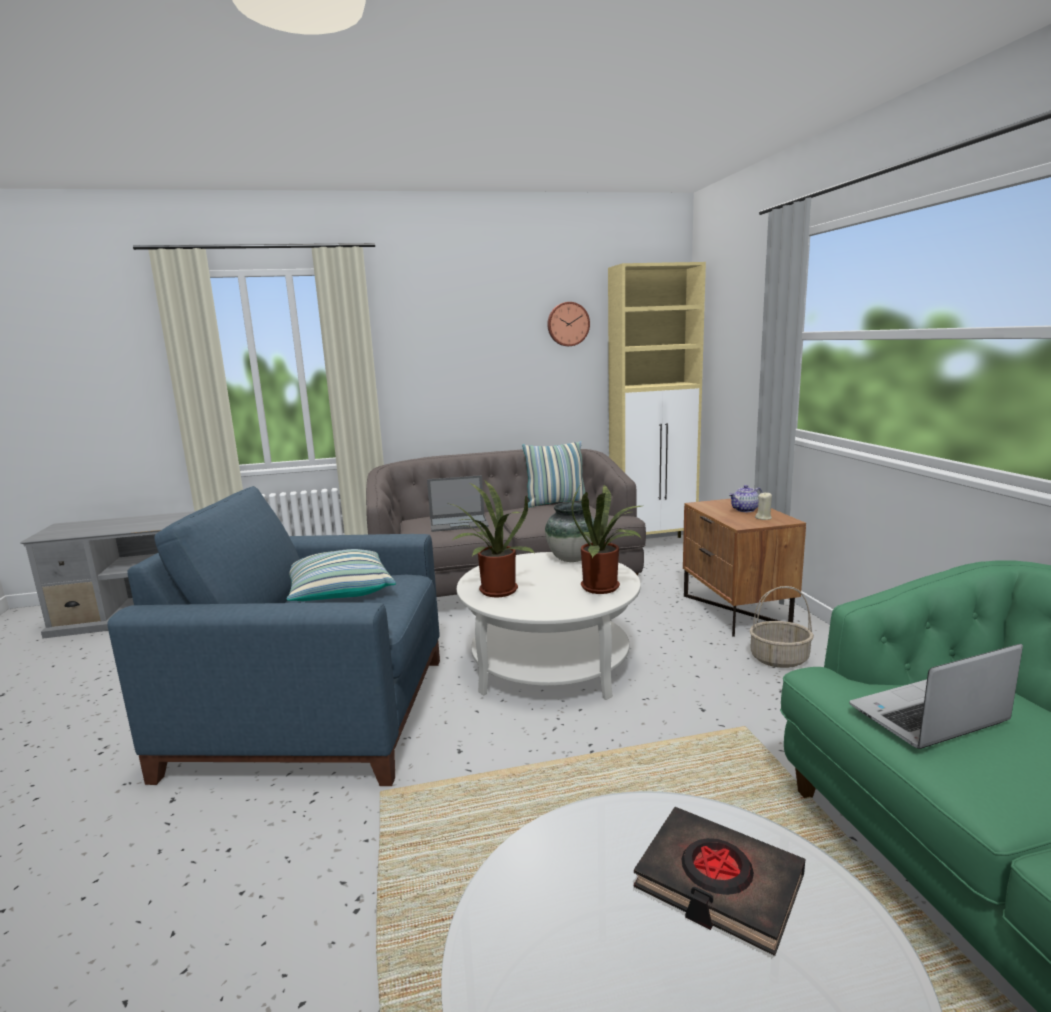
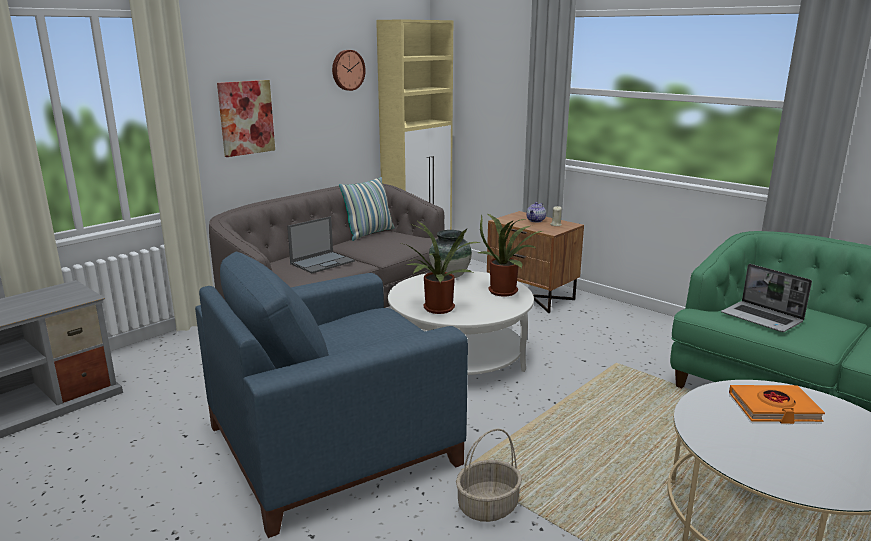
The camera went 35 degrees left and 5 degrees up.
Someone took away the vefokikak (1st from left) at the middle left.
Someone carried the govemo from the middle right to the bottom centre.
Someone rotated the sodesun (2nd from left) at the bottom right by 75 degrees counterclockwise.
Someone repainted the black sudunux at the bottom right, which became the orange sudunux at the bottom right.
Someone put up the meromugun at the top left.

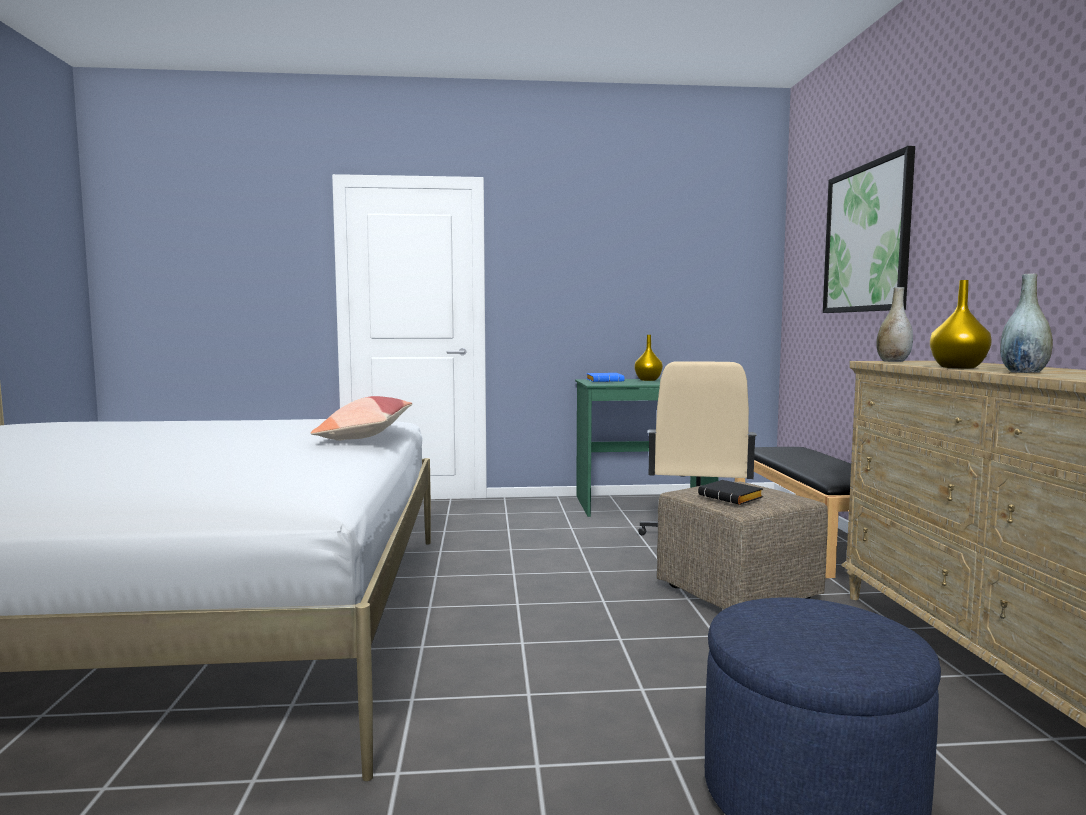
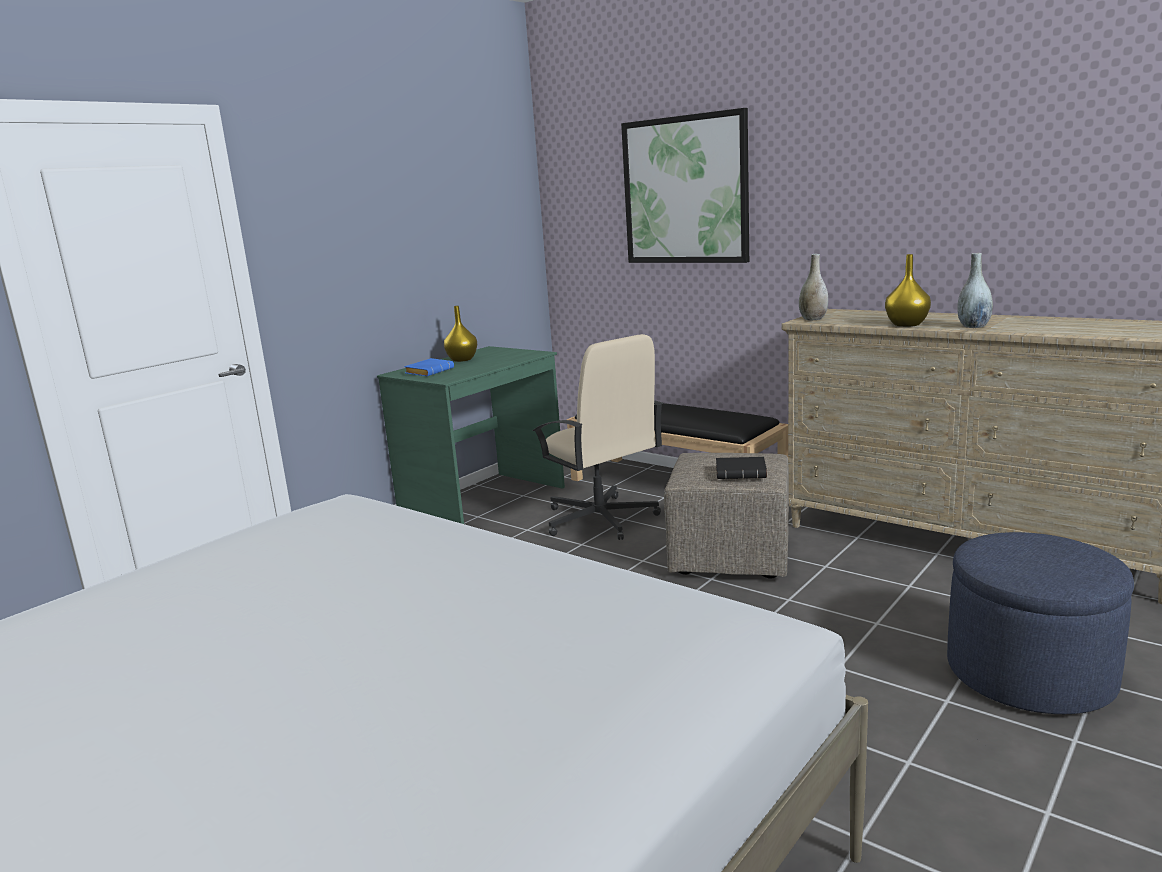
The camera went 45 degrees left and 10 degrees up.
Someone took away the vefokikak at the middle left.

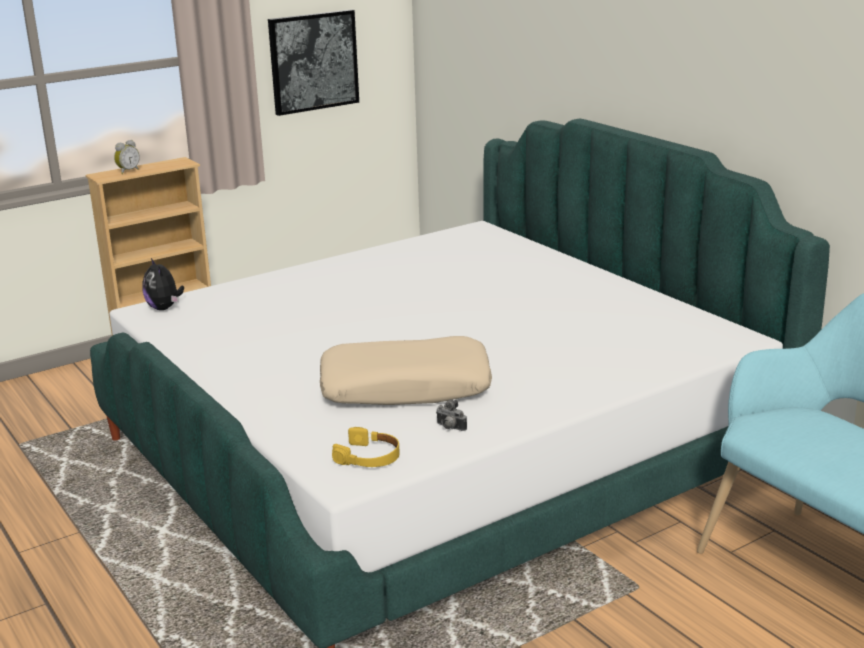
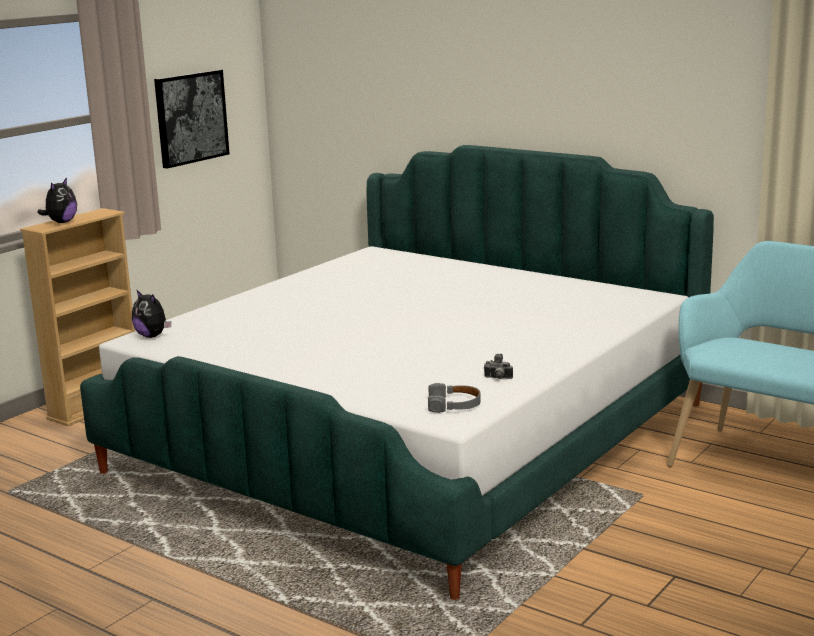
The camera went 20 degrees left and 5 degrees down.
Someone swapped the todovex at the top left for the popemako (1st from left) at the top left.
Someone took away the beige vefokikak at the centre.
Someone repainted the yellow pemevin at the bottom centre, which became the grey pemevin at the centre.

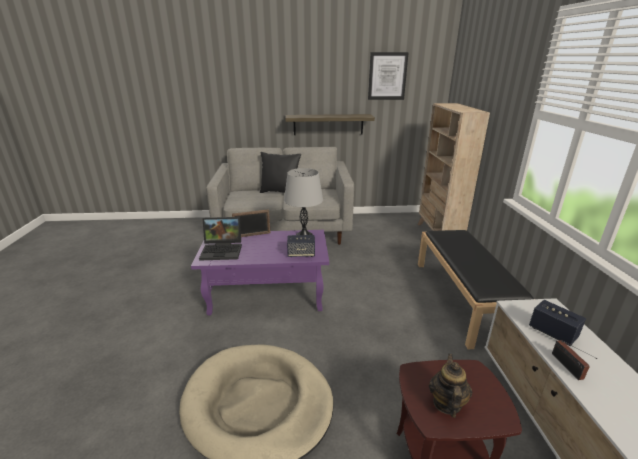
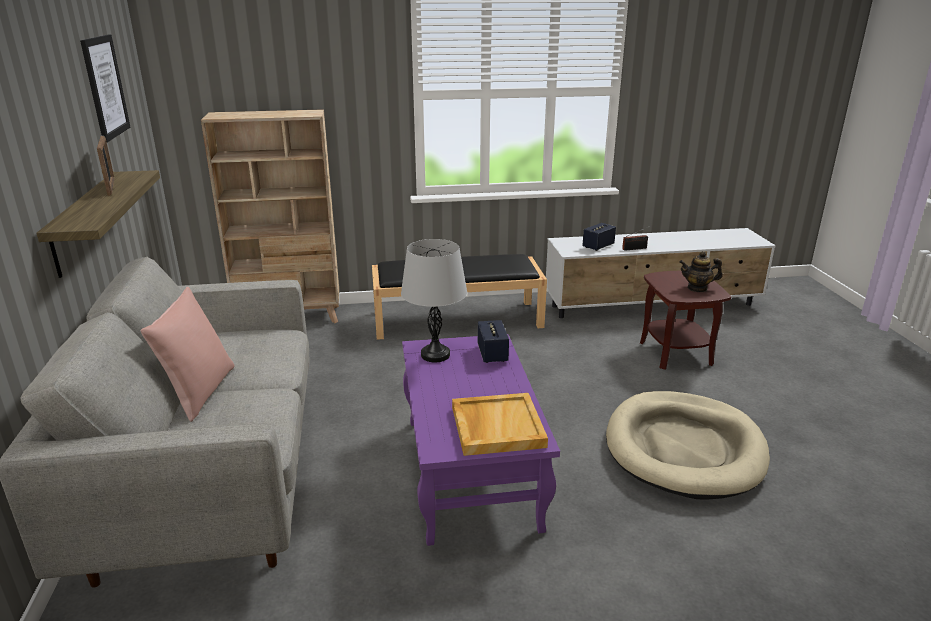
The camera went 95 degrees left and 0 degrees up.
Someone repainted the black vefokikak at the centre, which became the pink vefokikak at the middle left.
Someone carried the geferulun from the centre to the top left.
Someone swapped the sodesun at the centre for the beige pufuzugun at the bottom centre.

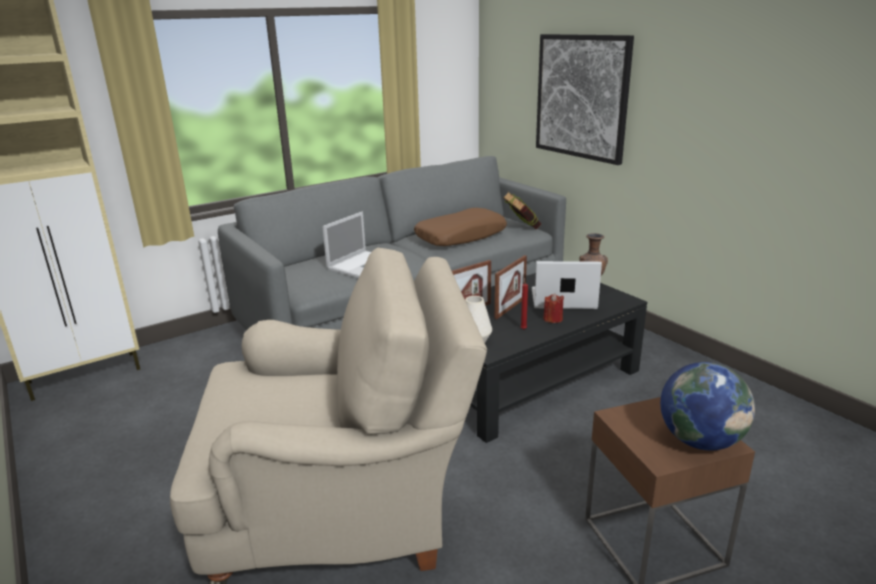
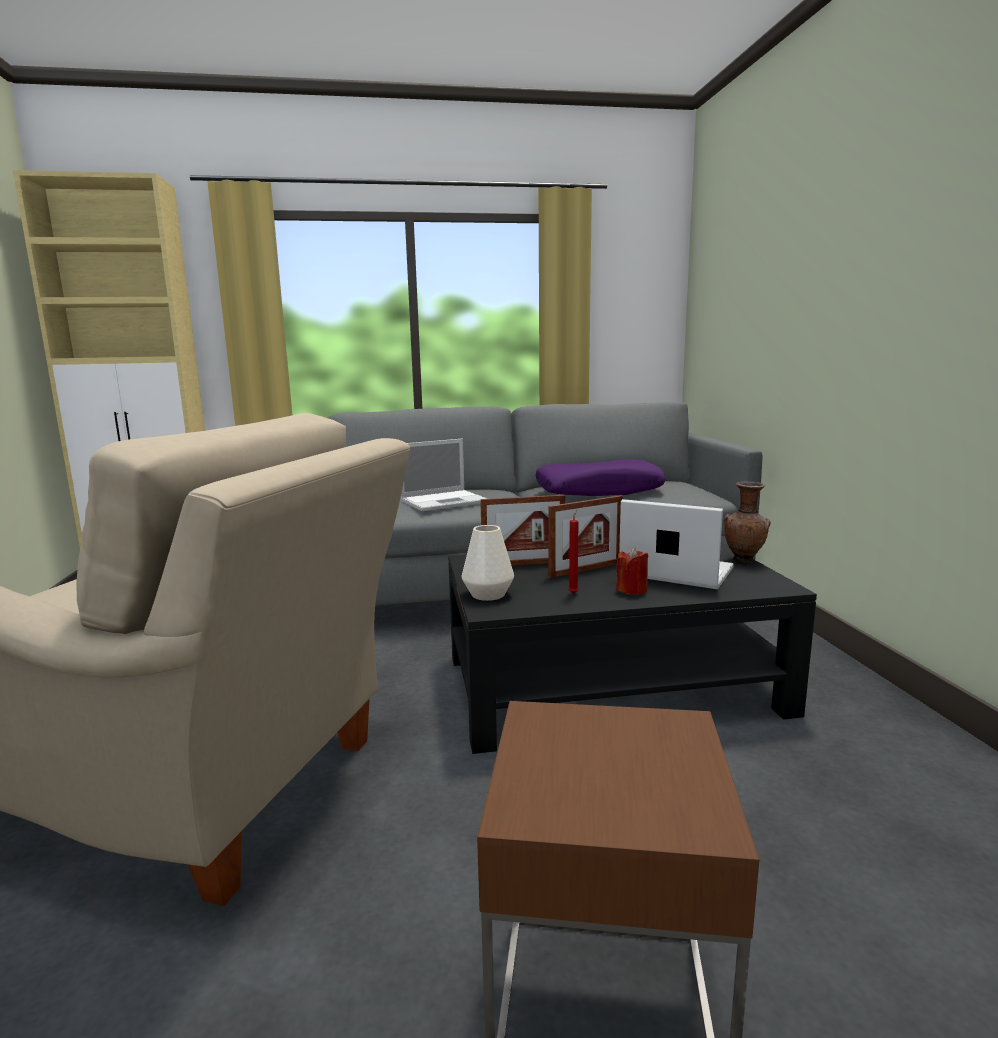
The camera went 25 degrees right and 10 degrees down.
Someone took away the meromugun at the top right.
Someone took away the sudunux at the centre.
Someone repainted the brown vefokikak at the centre, which became the purple vefokikak at the centre.
Someone took away the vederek at the bottom right.

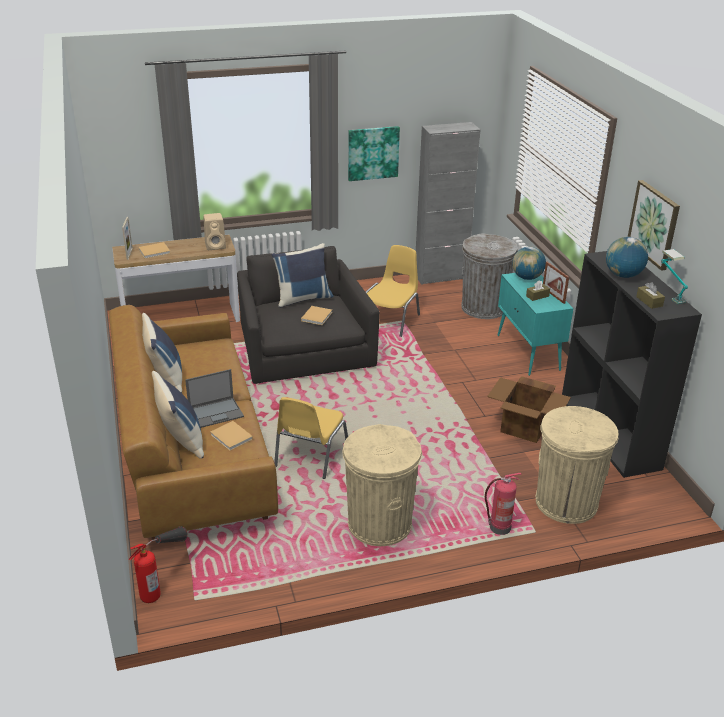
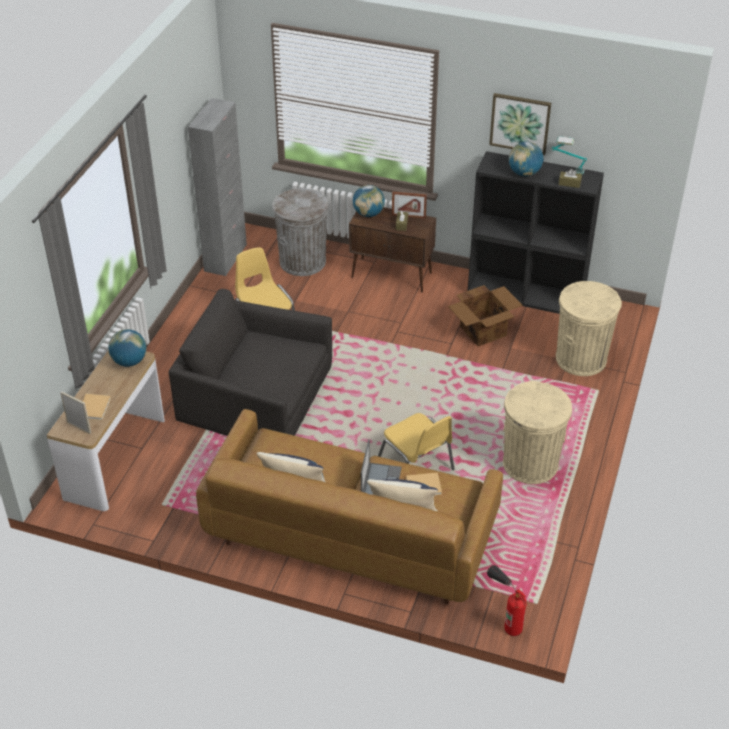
The camera went 55 degrees left and 10 degrees up.
Someone took away the meromugun (1st from left) at the top centre.
Someone swapped the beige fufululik at the top left for the vederek (1st from left) at the middle left.
Someone took away the blue vefokikak (3rd from left) at the centre.
Someone repainted the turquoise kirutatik at the middle right, which became the brown kirutatik at the centre.
Someone took away the beige sudunux (3rd from left) at the centre.
Someone took away the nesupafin (2nd from left) at the bottom right.

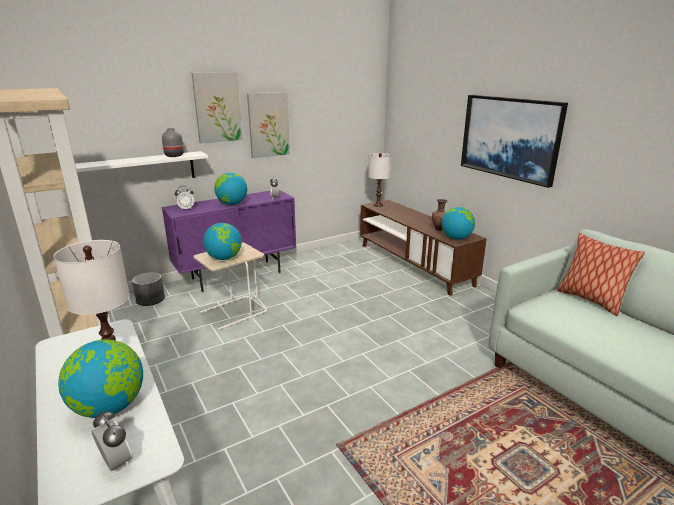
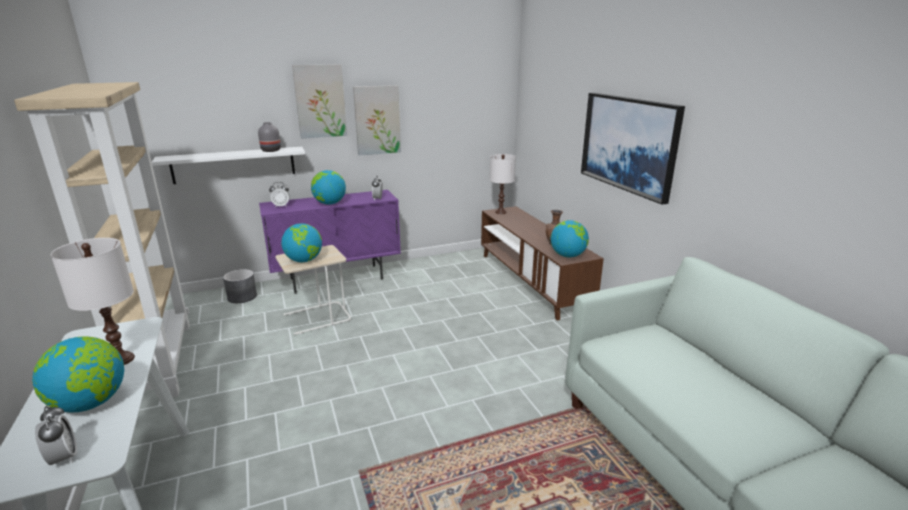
The camera went 10 degrees right and 0 degrees up.
Someone took away the vefokikak at the middle right.

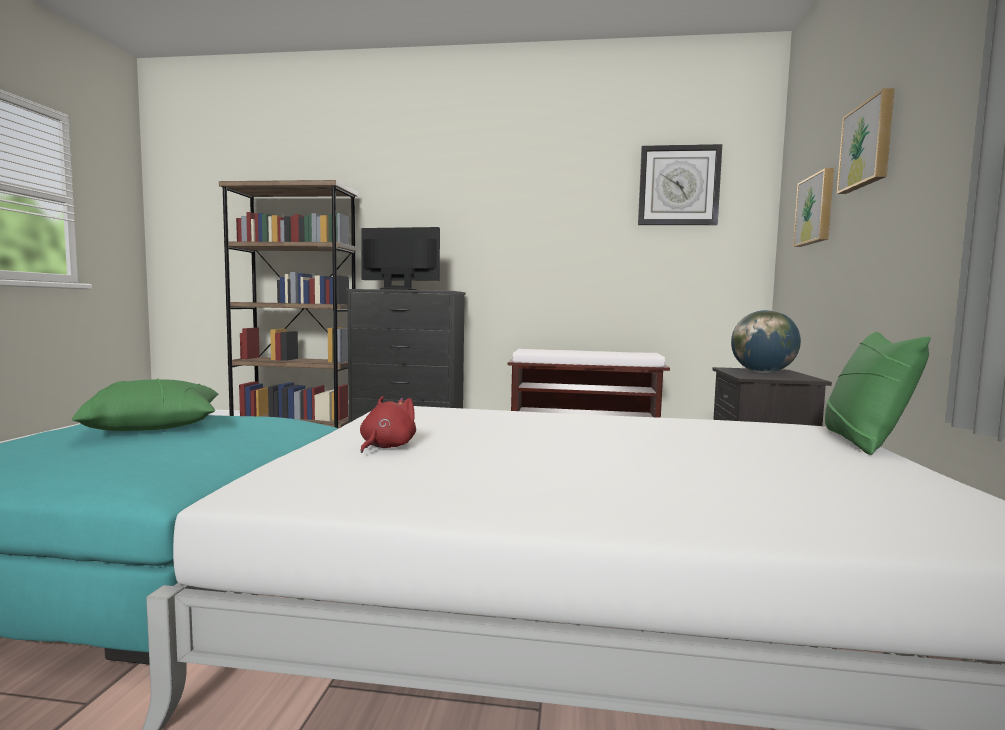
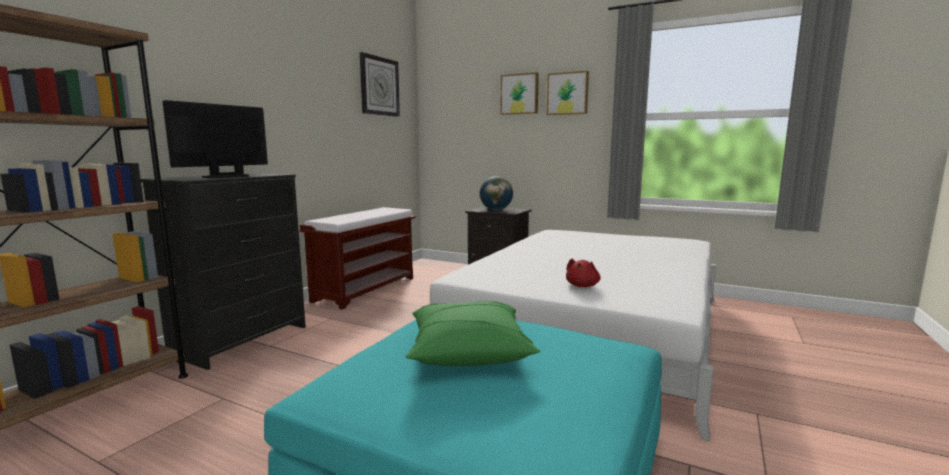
The camera went 70 degrees left and 5 degrees up.
Someone carried the meromugun (1st from left in the first image) from the top right to the top centre.
Someone took away the green vefokikak (2nd from left) at the middle right.
Someone rotated the red popemako at the centre by 105 degrees counterclockwise.

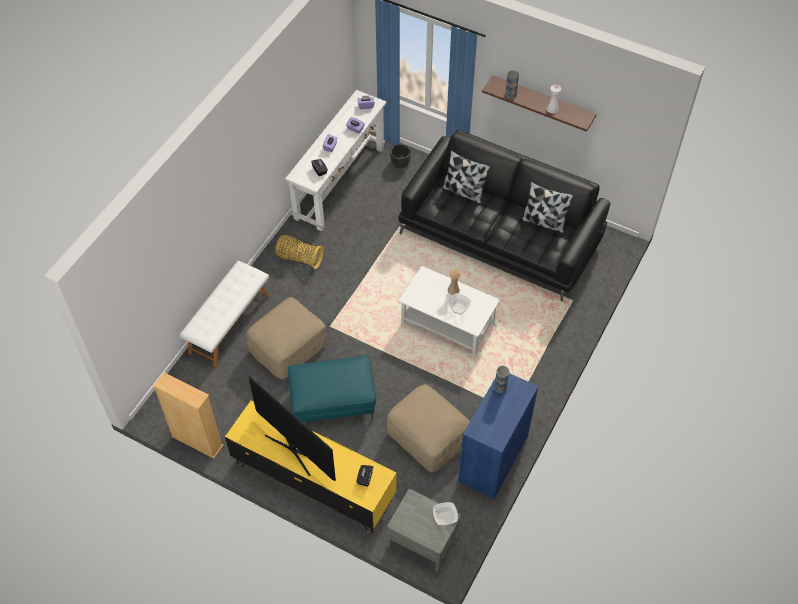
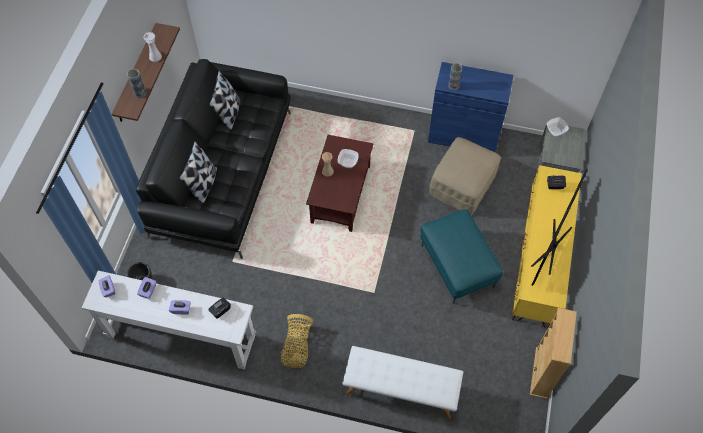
The camera went 105 degrees left and 5 degrees up.
Someone repainted the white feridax at the centre, which became the brown feridax at the centre.
Someone took away the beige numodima (1st from left) at the centre.

